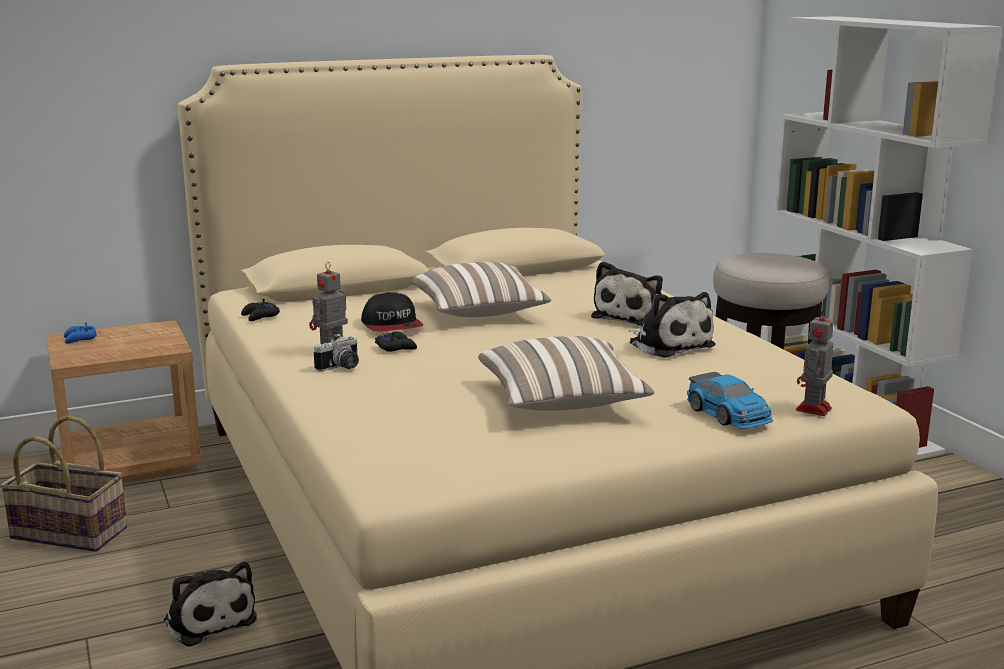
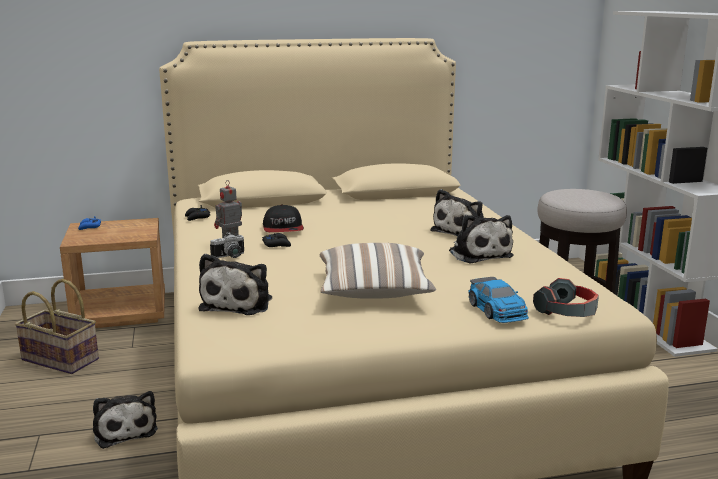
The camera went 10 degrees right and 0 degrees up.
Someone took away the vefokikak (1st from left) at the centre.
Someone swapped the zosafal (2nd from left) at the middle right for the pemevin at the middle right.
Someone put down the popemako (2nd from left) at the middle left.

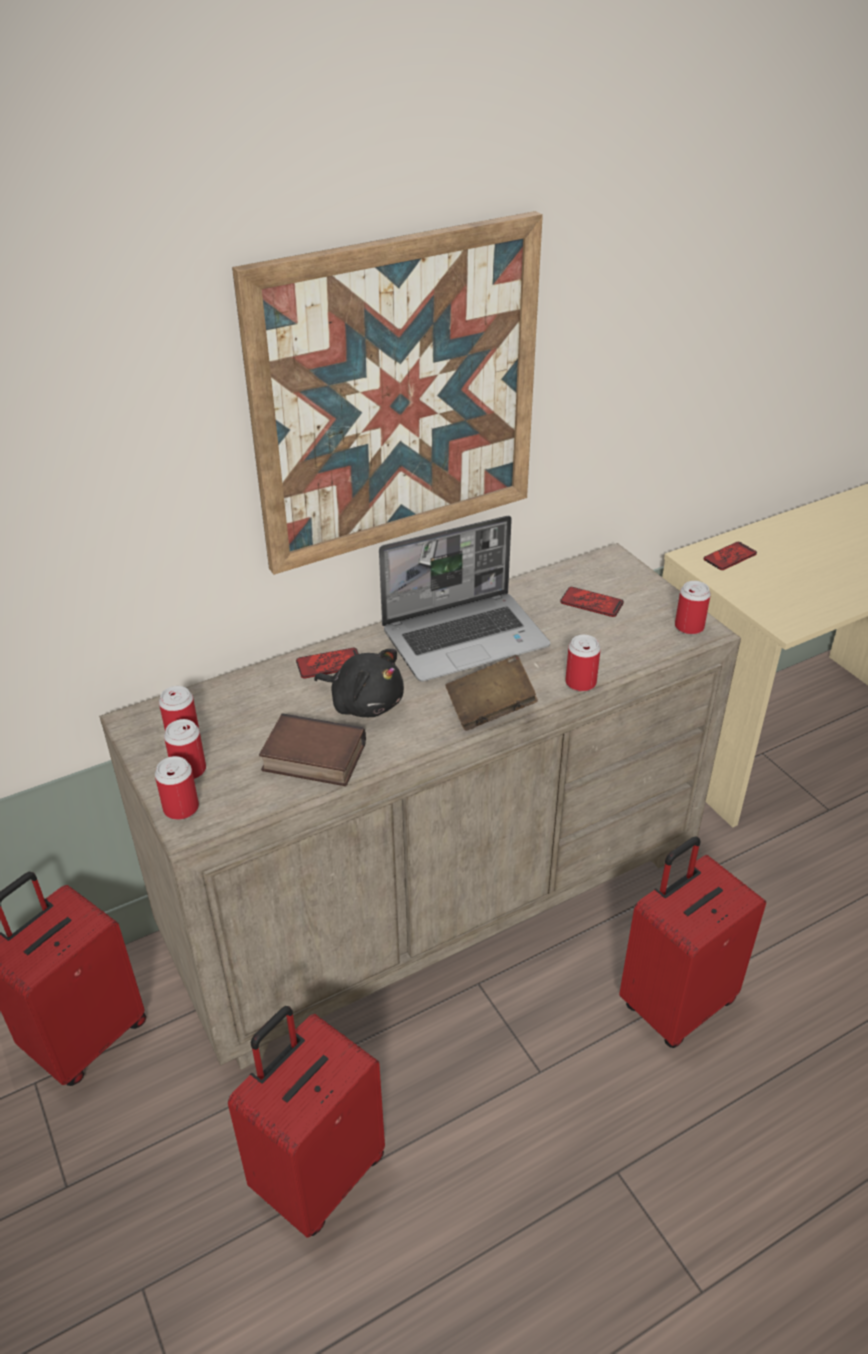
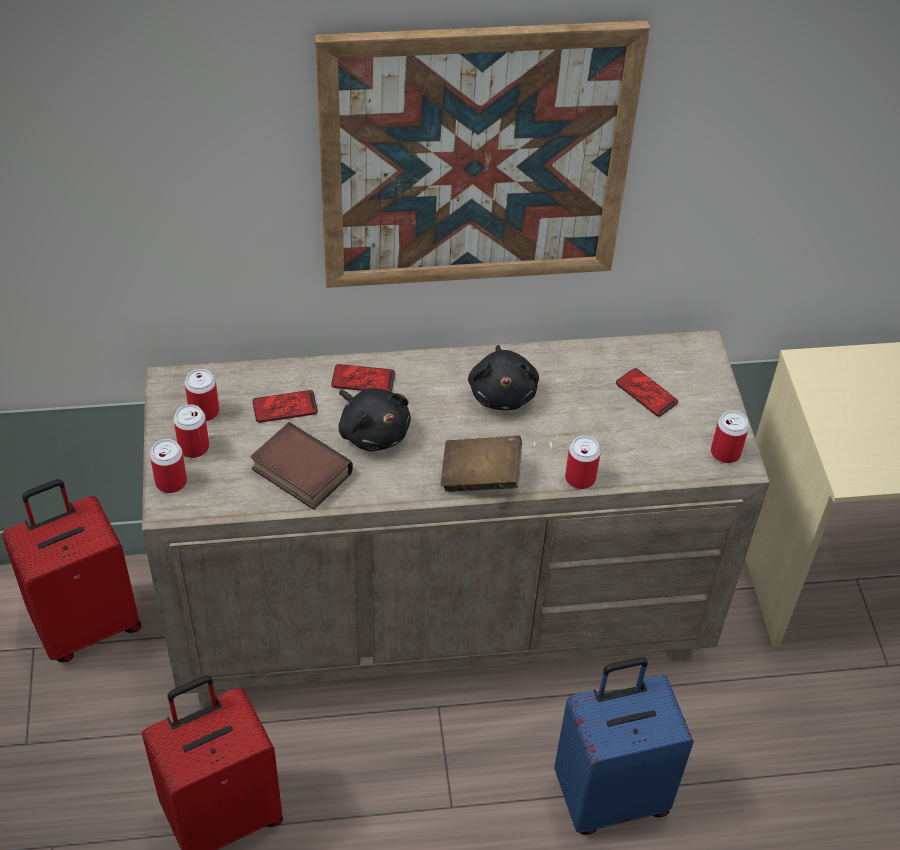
The camera went 20 degrees right and 10 degrees up.
Someone swapped the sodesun at the centre for the black popemako (2nd from left) at the centre.
Someone carried the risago (3rd from left in the first image) from the middle right to the middle left.
Someone repainted the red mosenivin (3rd from left) at the bottom right, which became the blue mosenivin at the bottom right.

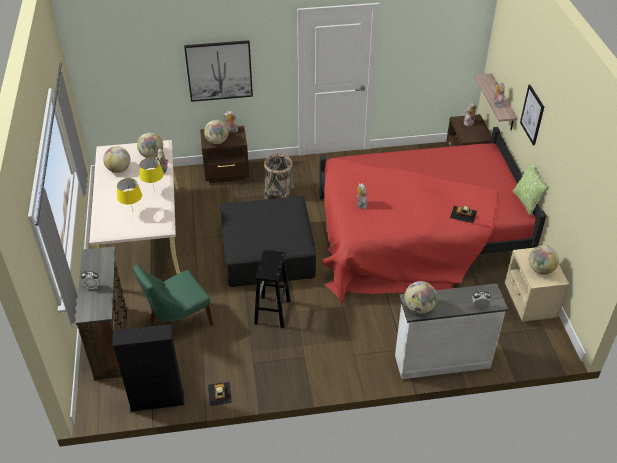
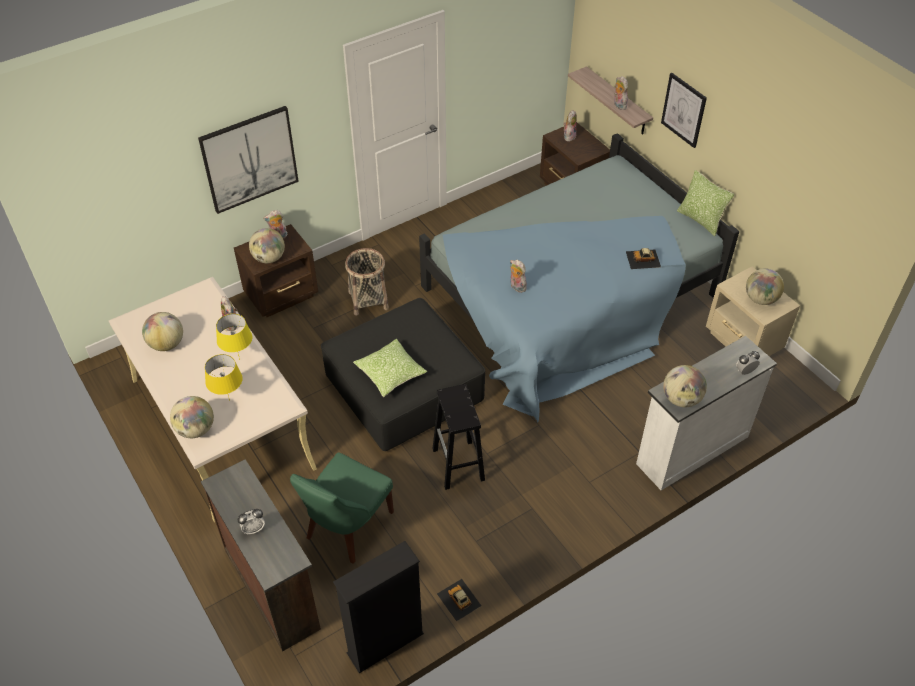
The camera went 25 degrees left and 5 degrees up.
Someone repainted the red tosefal at the middle right, which became the blue tosefal at the centre.
Someone carried the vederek (2nd from left) from the top left to the middle left.
Someone put down the vefokikak (1st from left) at the centre.

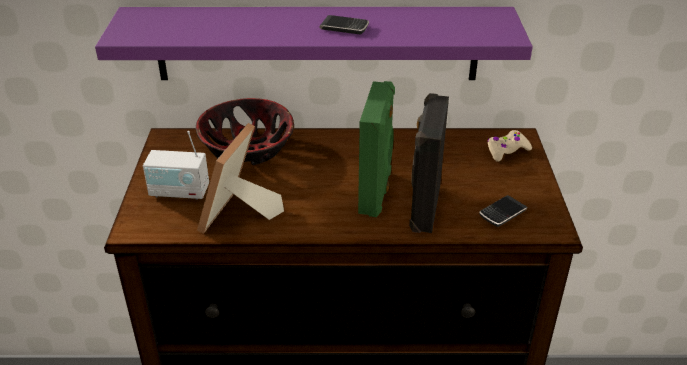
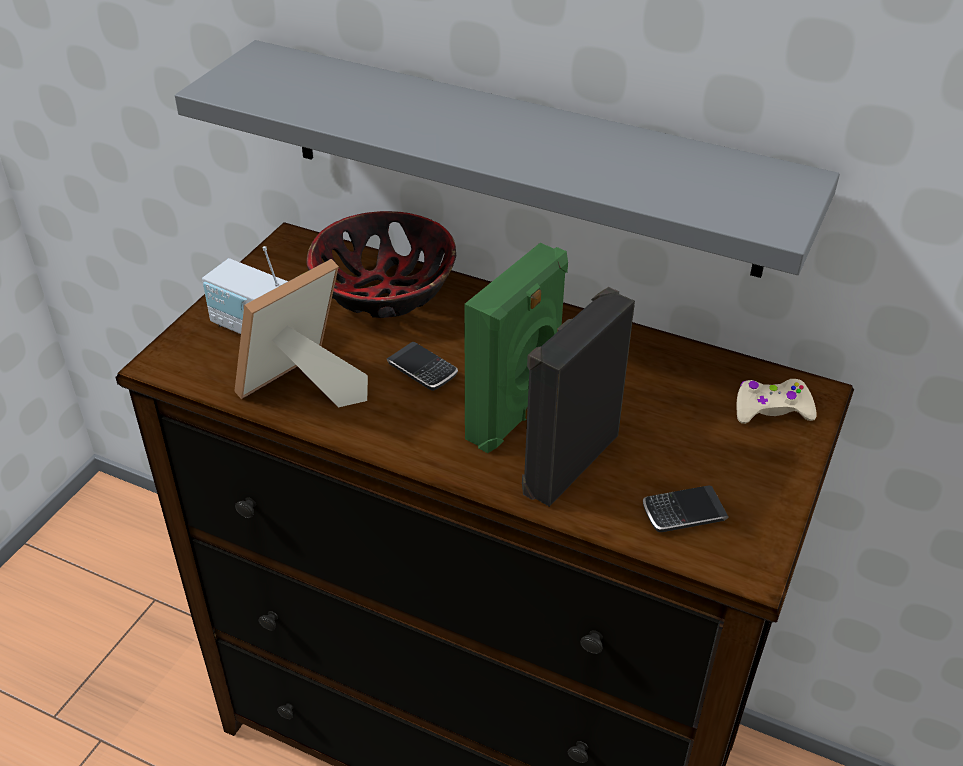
The camera went 25 degrees right and 5 degrees up.
Someone repainted the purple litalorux at the top centre, which became the grey litalorux at the top centre.
Someone carried the risago (1st from left) from the top centre to the centre.

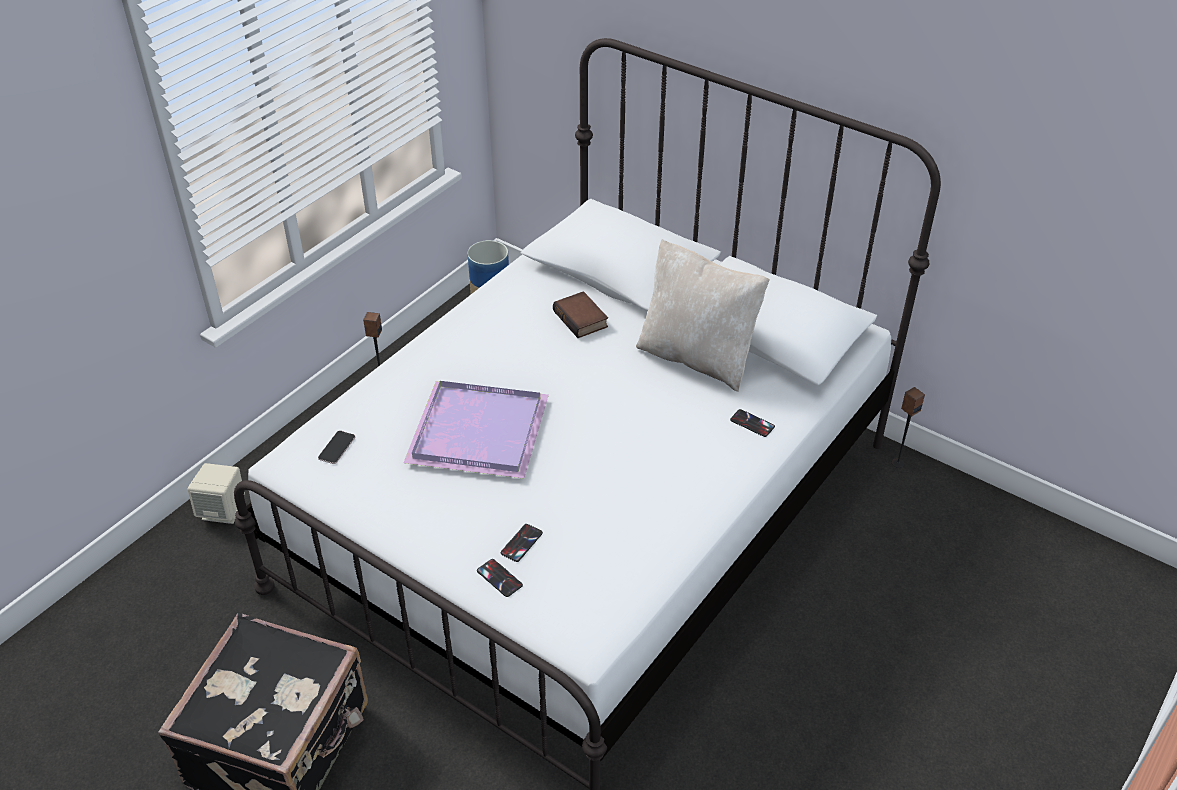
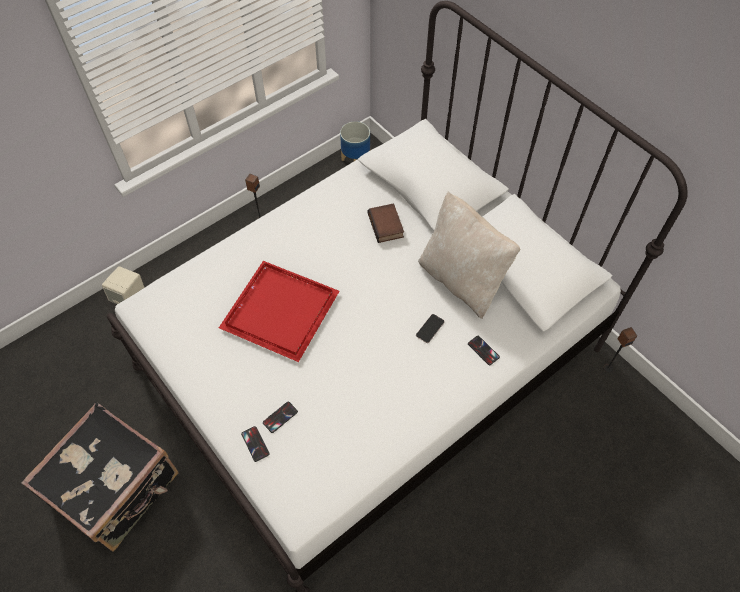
The camera went 15 degrees right and 15 degrees up.
Someone repainted the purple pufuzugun at the centre, which became the red pufuzugun at the centre.
Someone carried the risago (1st from left in the first image) from the middle left to the centre.

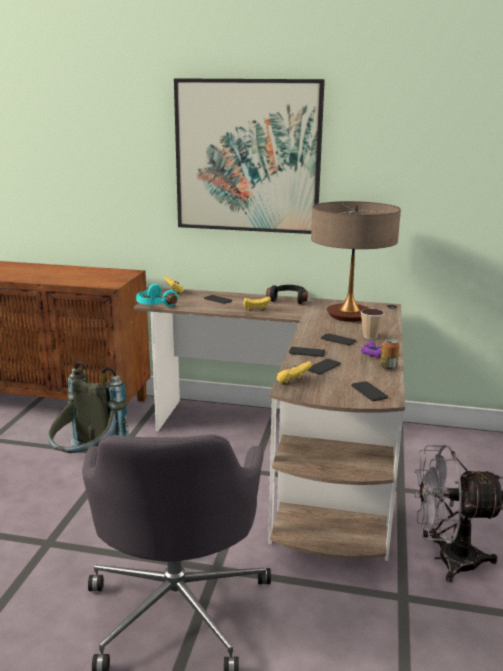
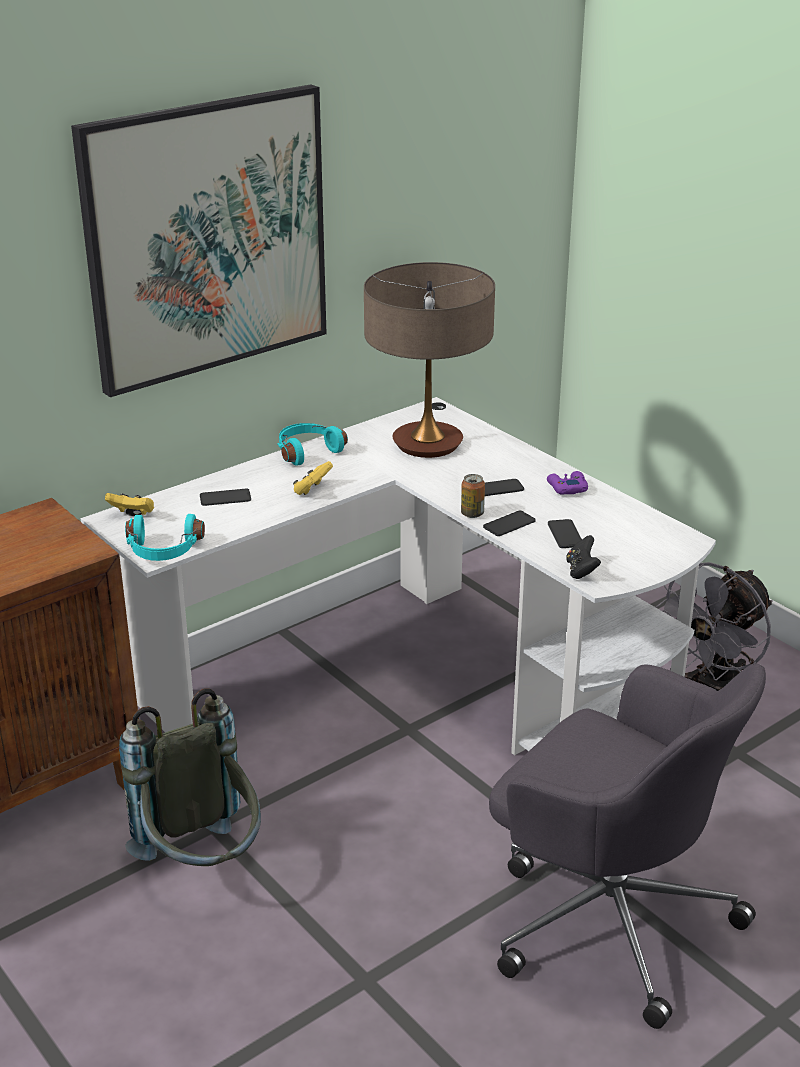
The camera went 50 degrees left and 10 degrees up.
Someone repainted the black pemevin at the centre, which became the turquoise pemevin (2nd from left) at the centre.
Someone repainted the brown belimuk at the centre, which became the white belimuk at the centre.
Someone took away the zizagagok at the middle right.
Someone carried the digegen from the middle right to the centre.
Someone repainted the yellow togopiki (3rd from left) at the centre, which became the black togopiki at the middle right.
Someone took away the risago (5th from left) at the middle right.

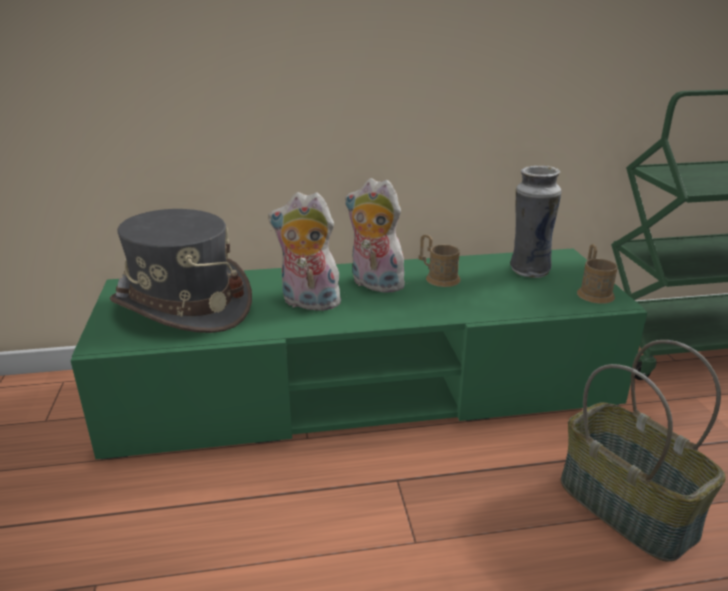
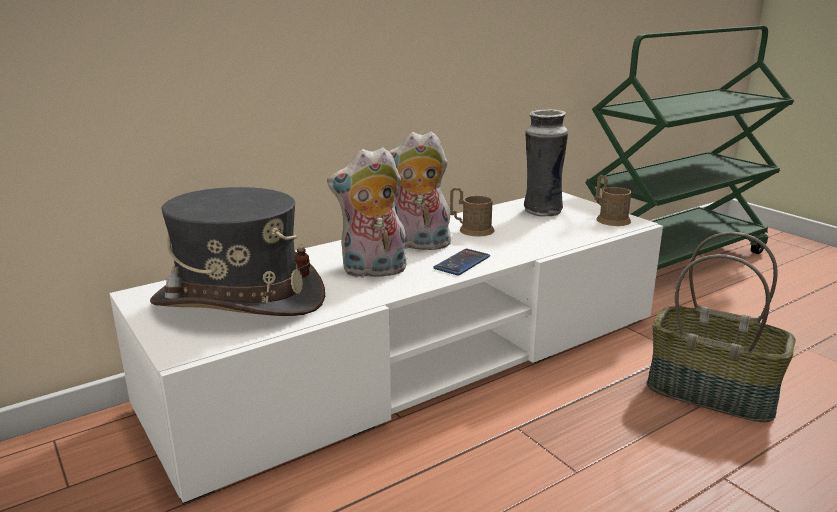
The camera went 25 degrees left and 5 degrees down.
Someone repainted the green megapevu at the centre, which became the white megapevu at the bottom centre.
Someone put down the risago at the centre.

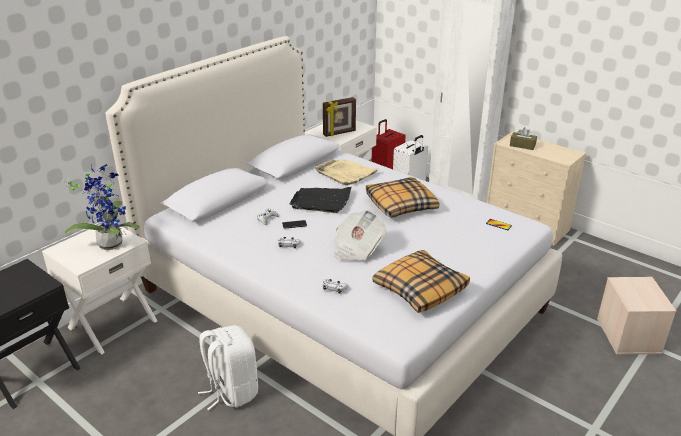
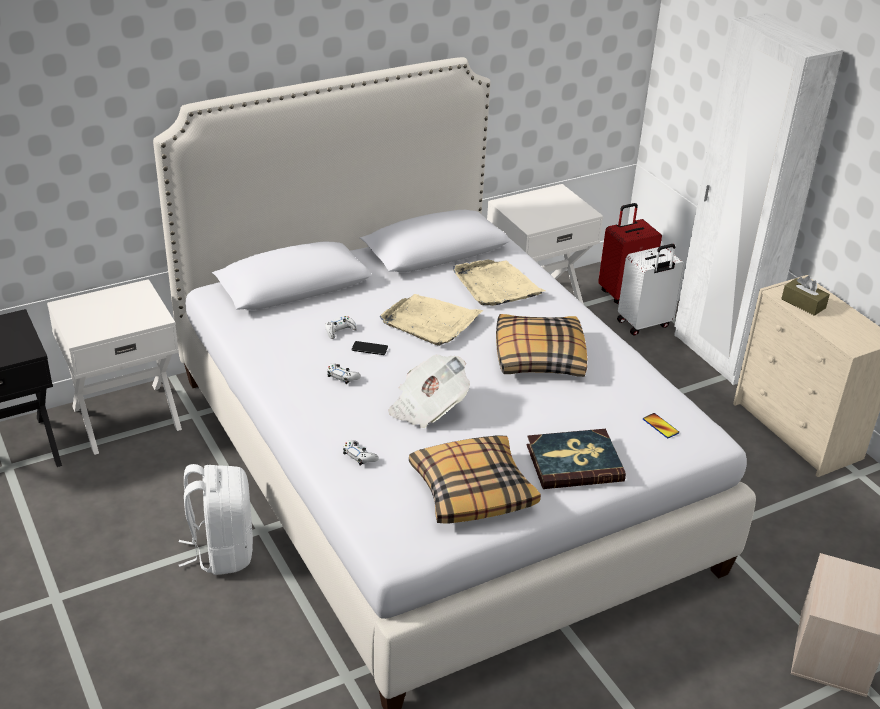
The camera went 20 degrees right and 5 degrees up.
Someone took away the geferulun at the top centre.
Someone took away the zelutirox at the middle left.
Someone repainted the black pufuzugun at the centre, which became the beige pufuzugun (1st from left) at the centre.
Someone put down the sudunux at the centre.

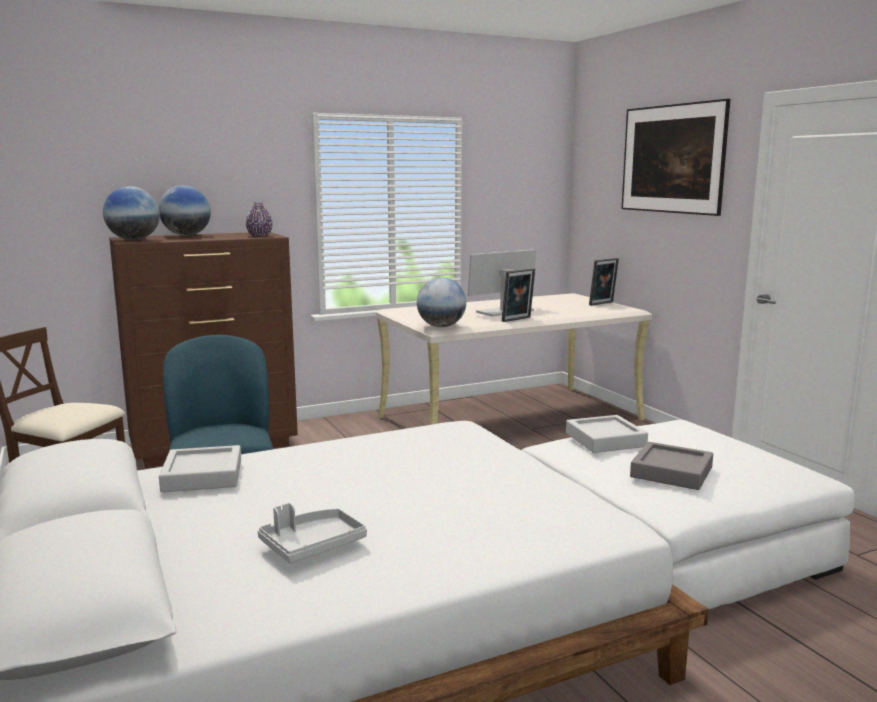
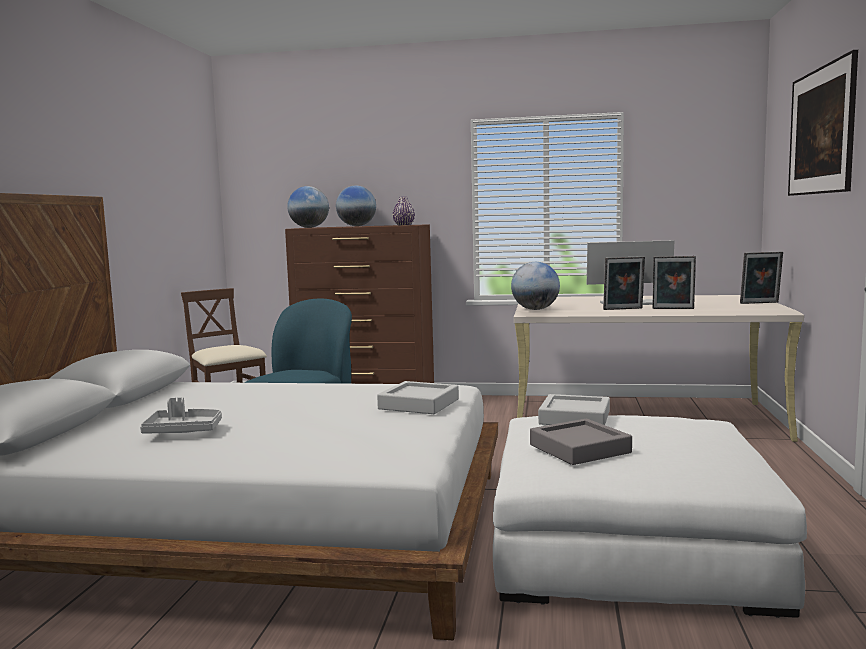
The camera went 35 degrees right and 5 degrees down.
Someone carried the grey pufuzugun (1st from left in the first image) from the bottom left to the centre.
Someone put down the geferulun (2nd from left) at the middle right.

